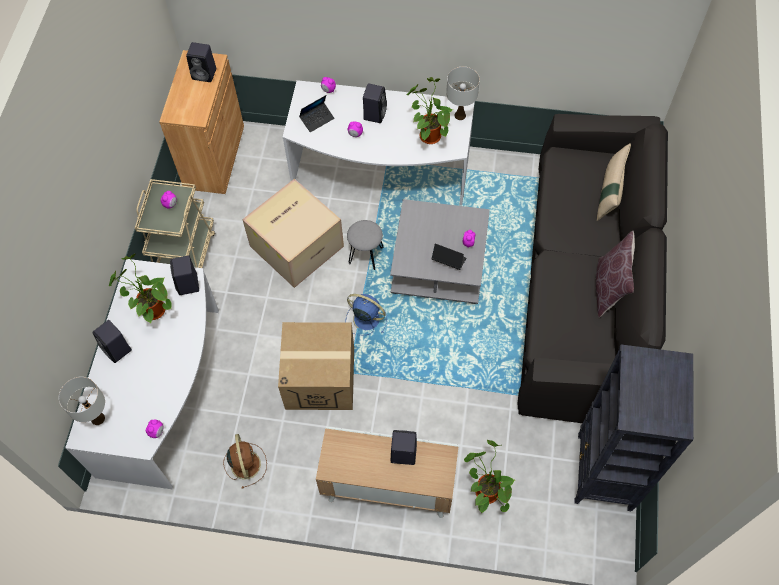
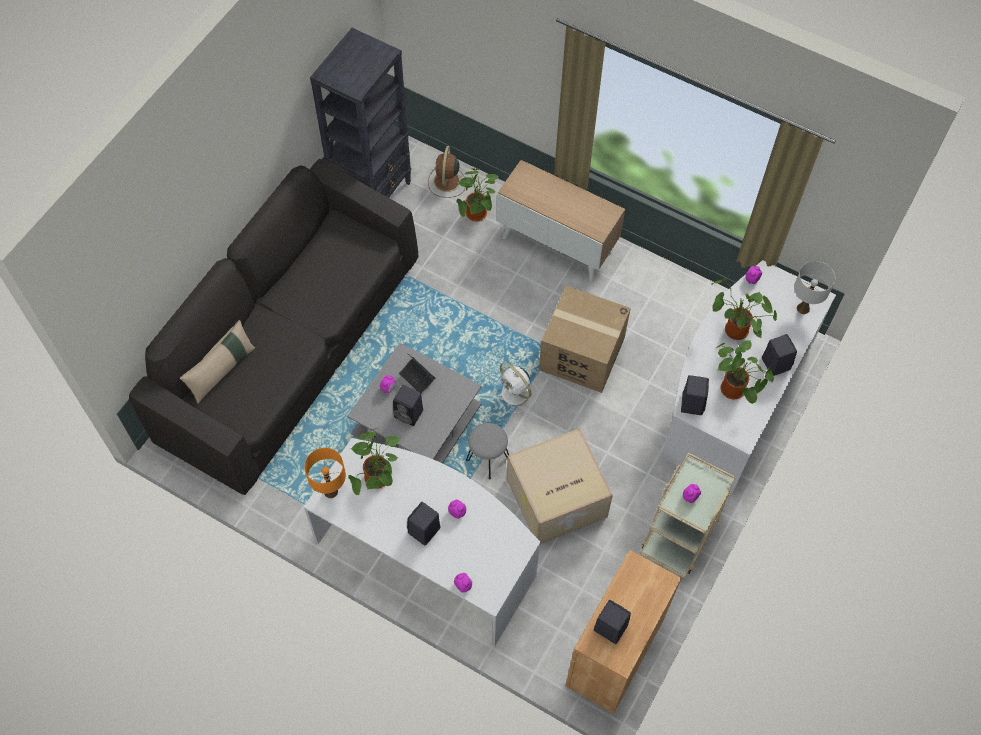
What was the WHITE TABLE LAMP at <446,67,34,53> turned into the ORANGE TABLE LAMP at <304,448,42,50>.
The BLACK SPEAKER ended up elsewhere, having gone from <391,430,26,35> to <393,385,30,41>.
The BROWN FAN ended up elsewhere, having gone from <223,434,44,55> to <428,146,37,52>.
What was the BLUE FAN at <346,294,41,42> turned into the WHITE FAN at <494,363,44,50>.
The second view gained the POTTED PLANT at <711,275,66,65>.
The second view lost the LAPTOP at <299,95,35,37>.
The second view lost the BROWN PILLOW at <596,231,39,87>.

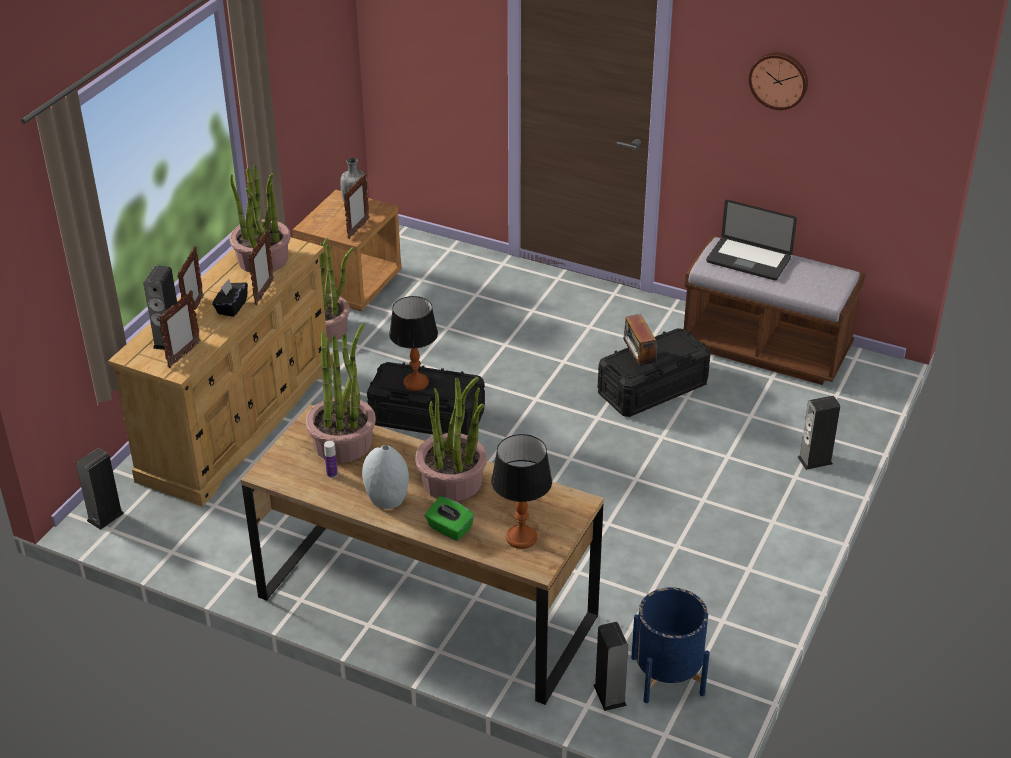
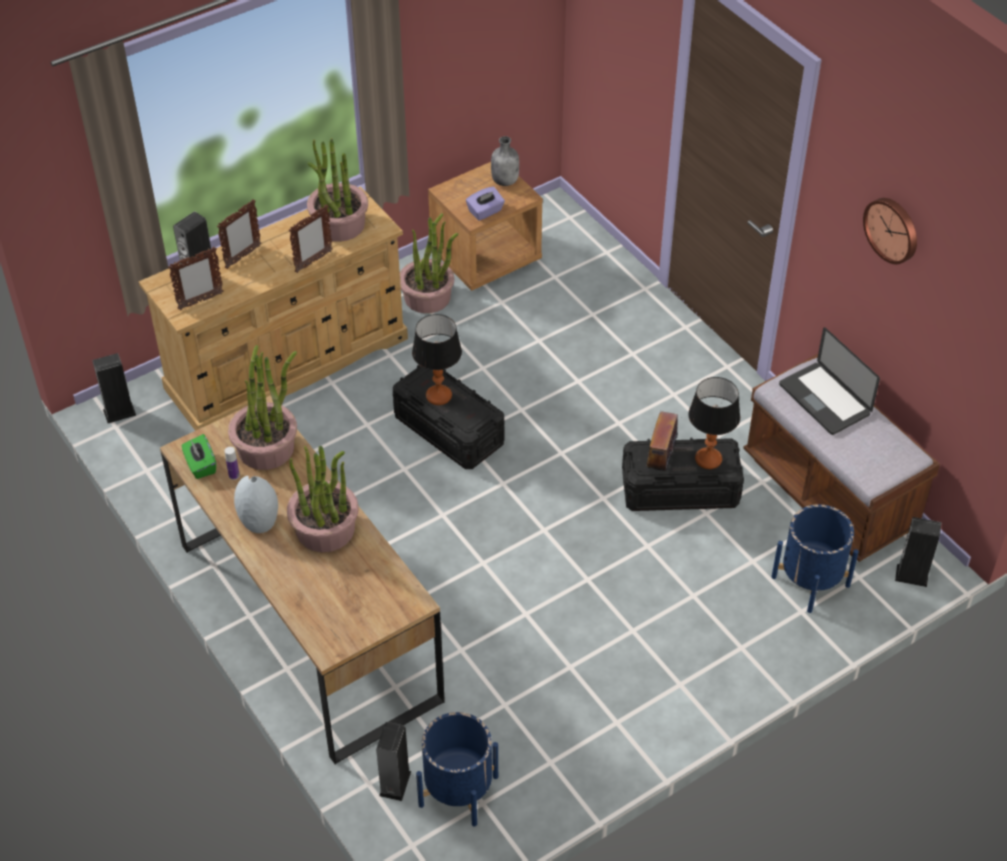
The GREEN TISSUE BOX ended up elsewhere, having gone from <425,496,49,45> to <181,434,35,45>.
Where the PICTURE FRAME stood at <343,173,26,66>, the PURPLE TISSUE BOX came to stand at <466,187,39,34>.
The TABLE LAMP ended up elsewhere, having gone from <491,434,61,115> to <688,377,52,92>.
The second view gained the BLUE PLANTER at <771,504,88,109>.
The SPEAKER ended up elsewhere, having gone from <798,396,42,74> to <895,517,46,70>.
The second view lost the BLACK TISSUE BOX at <212,279,36,38>.

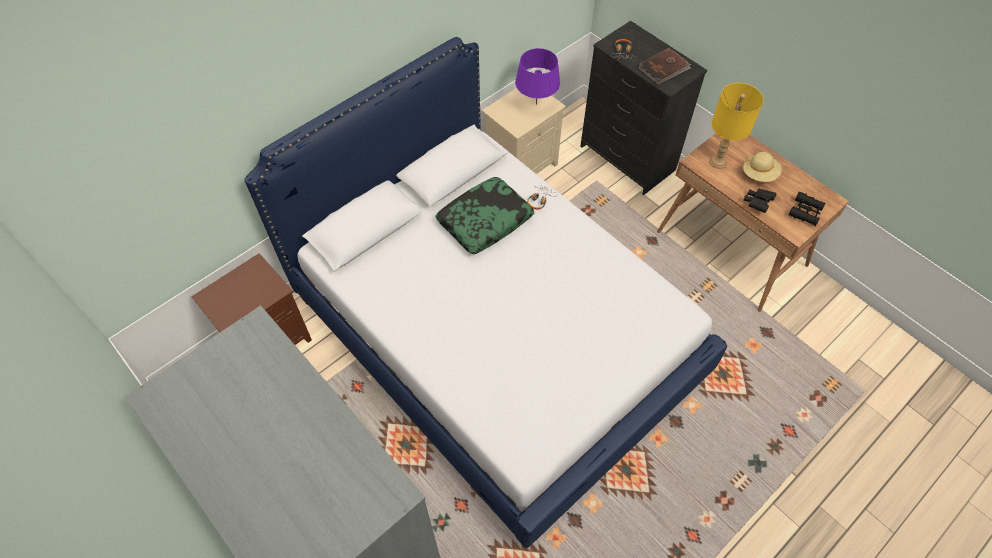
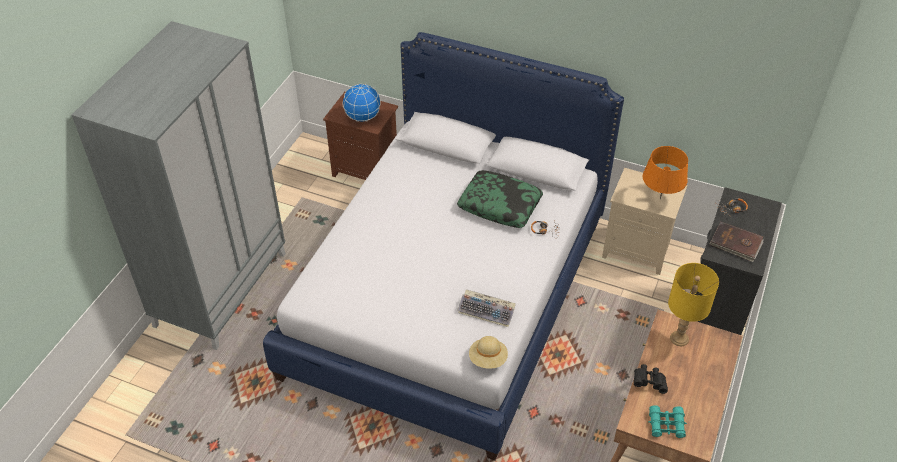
The second view gained the GLOBE at <342,84,39,38>.
The second view gained the KEYBOARD at <457,289,59,38>.
The BEIGE HAT ended up elsewhere, having gone from <743,152,39,30> to <469,336,39,33>.
What was the PURPLE TABLE LAMP at <515,48,45,57> turned into the ORANGE TABLE LAMP at <643,146,45,53>.
What was the BLACK BINOCULARS at <789,192,36,34> turned into the TURQUOISE BINOCULARS at <648,405,39,33>.

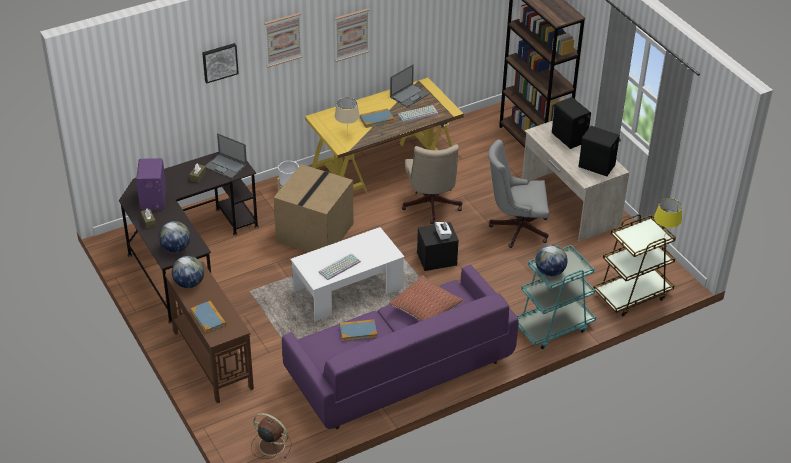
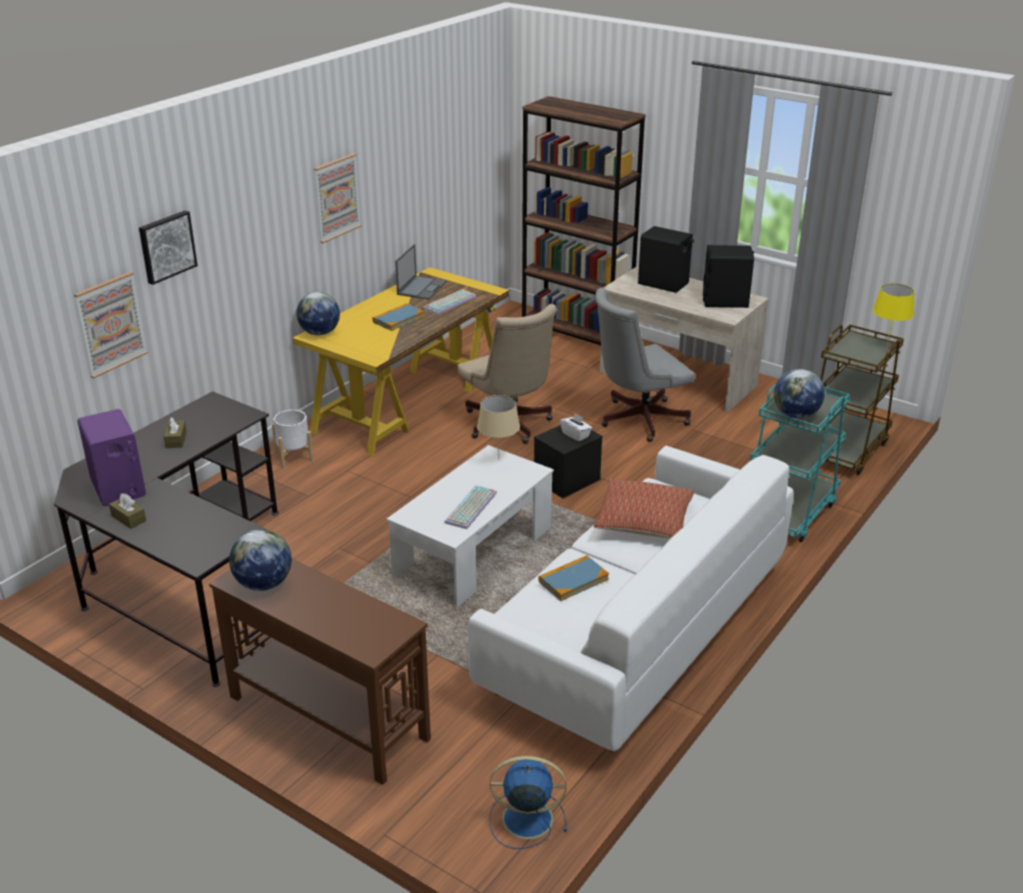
The PICTURE ended up elsewhere, having gone from <264,13,39,55> to <74,271,74,107>.
The GLOBE ended up elsewhere, having gone from <159,221,31,32> to <296,292,44,43>.
What was the PURPLE SOFA at <282,264,236,165> turned into the WHITE SOFA at <468,446,325,306>.
The BEIGE TABLE LAMP ended up elsewhere, having gone from <335,97,25,37> to <477,395,43,65>.
What was the BROWN FAN at <251,413,41,46> turned into the BLUE FAN at <489,756,78,93>.
The second view lost the BOOK at <191,301,35,32>.
The second view lost the LAPTOP at <205,133,42,46>.
The second view lost the CARDBOARD BOX at <274,164,79,88>.

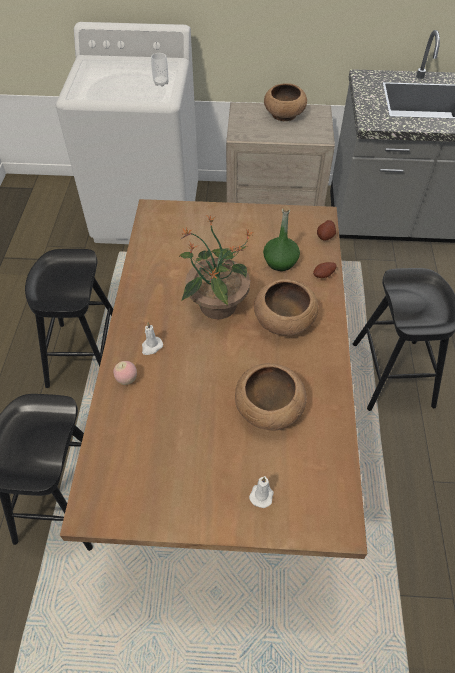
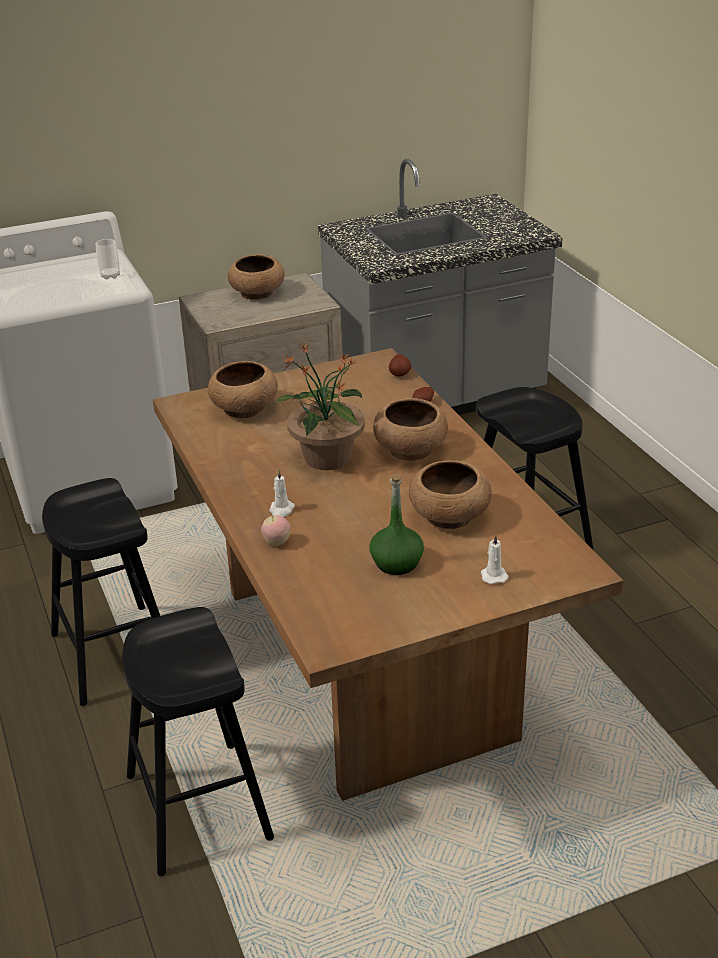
The second view gained the BROWN BOWL at <208,361,70,57>.
The GREEN BOTTLE ended up elsewhere, having gone from <263,206,37,65> to <370,474,54,101>.

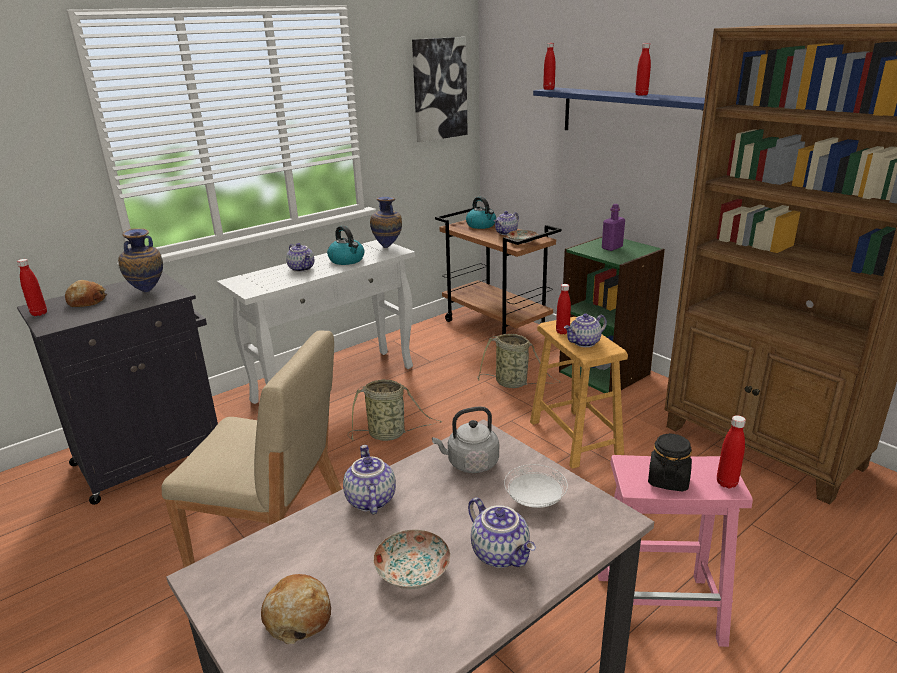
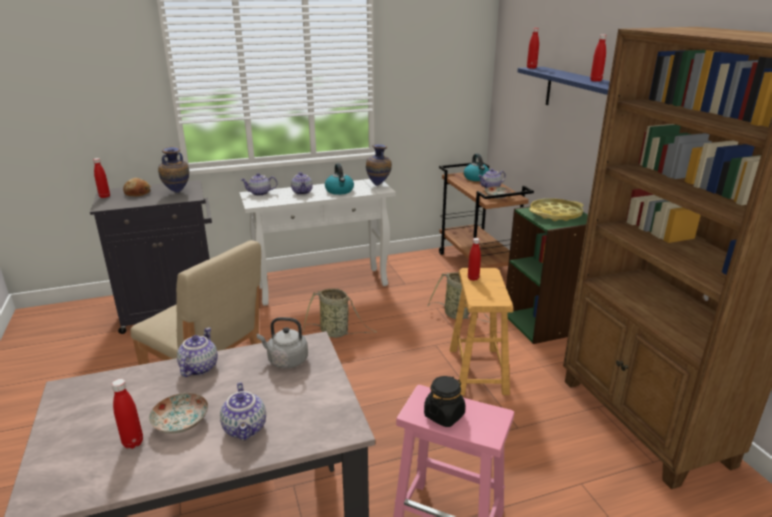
The RED BOTTLE ended up elsewhere, having gone from <717,415,29,74> to <111,379,32,70>.
The TEAPOT ended up elsewhere, having gone from <564,314,43,33> to <240,173,37,23>.
Where the PURPLE BOTTLE stood at <602,204,23,47>, the YELLOW TRAY came to stand at <529,198,55,23>.
The second view lost the BREAD at <261,574,70,70>.
The second view lost the PICTURE at <412,37,56,105>.
The second view lost the WHITE PLATE at <504,464,64,44>.

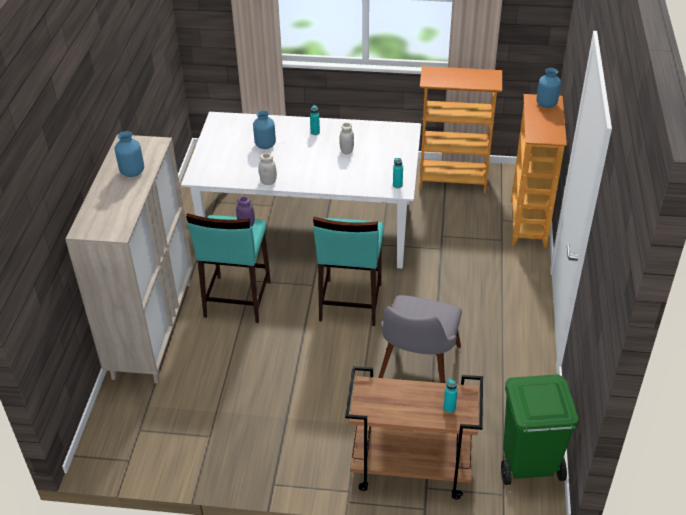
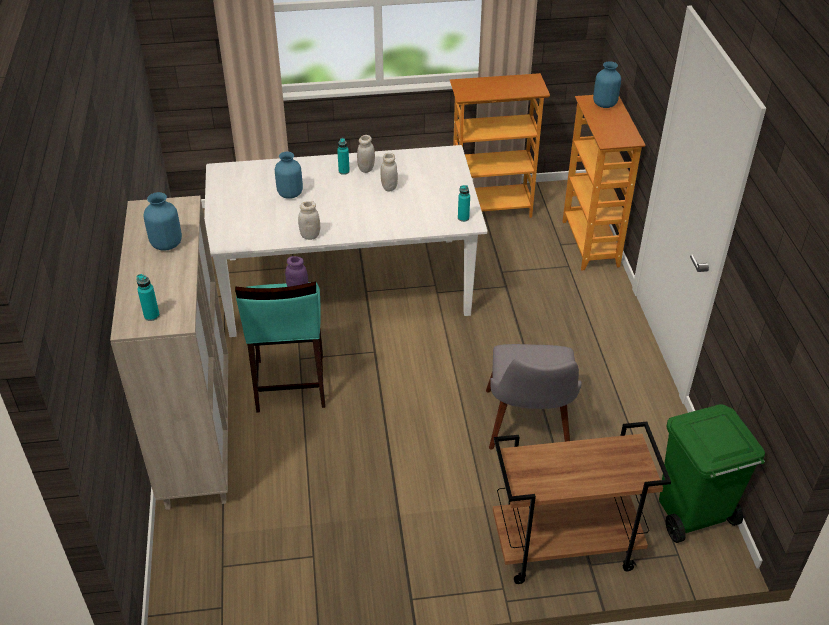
The TURQUOISE BOTTLE ended up elsewhere, having gone from <443,378,15,35> to <136,274,24,47>.
The second view gained the WHITE JAR at <357,135,18,38>.
The second view lost the TURQUOISE STOOL at <313,217,71,109>.

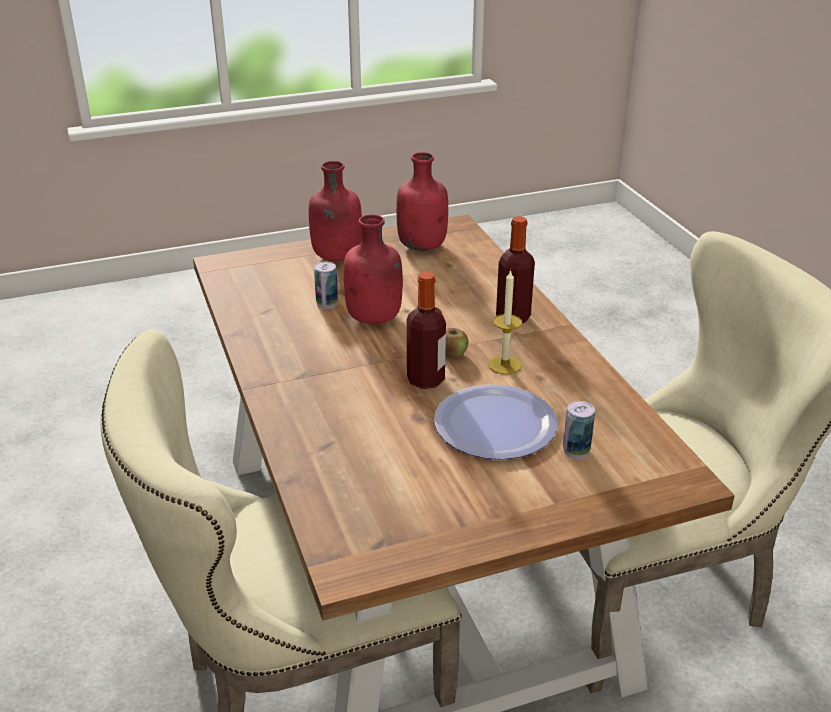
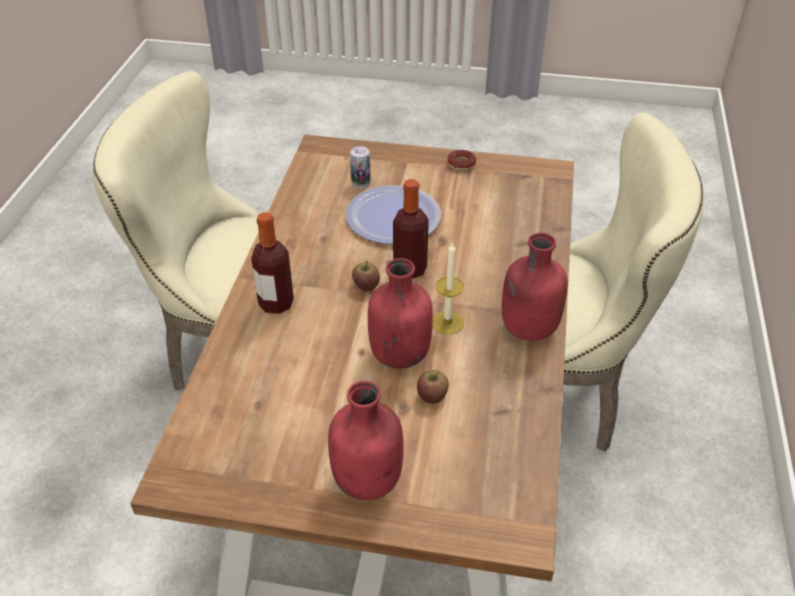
Where the CAN stood at <314,262,24,47>, the APPLE came to stand at <417,370,32,34>.
The CANDLE ended up elsewhere, having gone from <488,270,34,105> to <433,242,31,92>.
The second view gained the DONUT at <447,150,29,21>.
The RED BOTTLE ended up elsewhere, having gone from <396,152,52,99> to <502,233,66,108>.

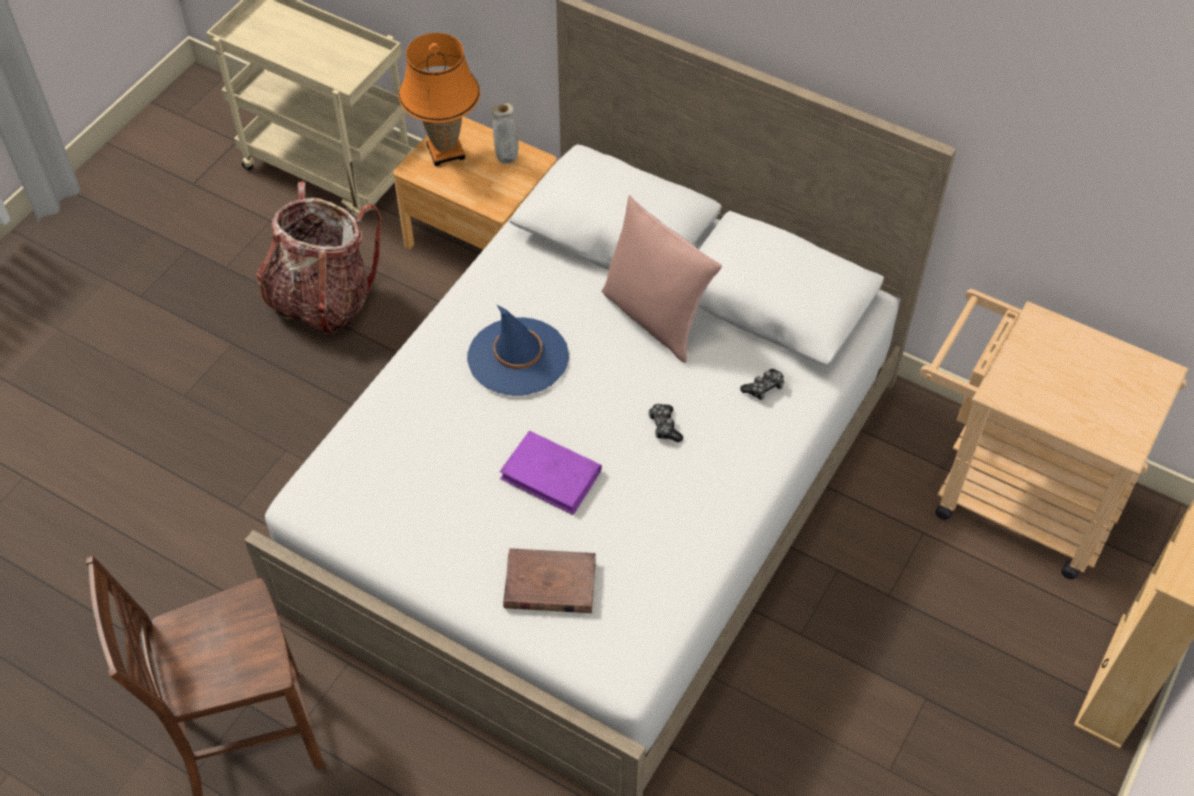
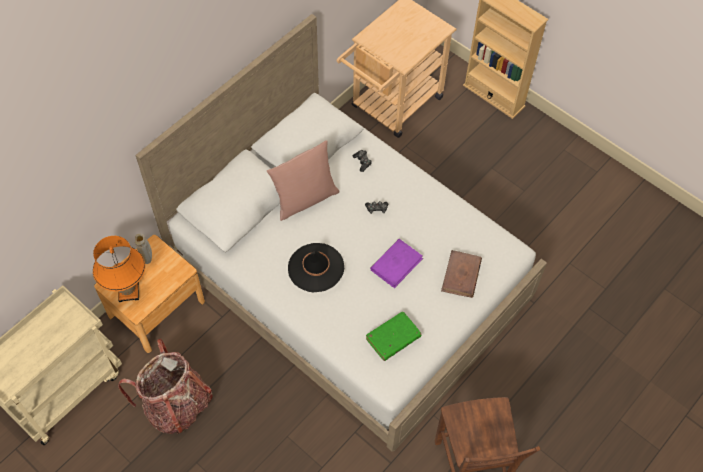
What was the BLUE HAT at <467,304,102,92> turned into the BLACK HAT at <288,243,56,49>.
The second view gained the GREEN BOOK at <366,312,56,49>.

